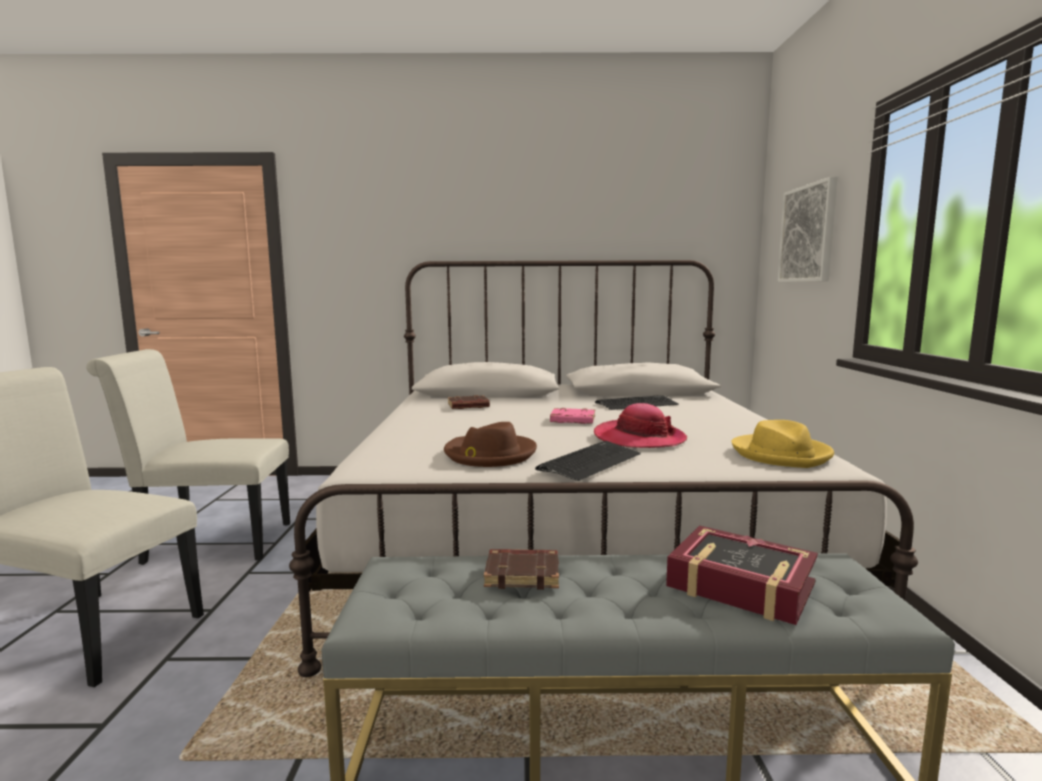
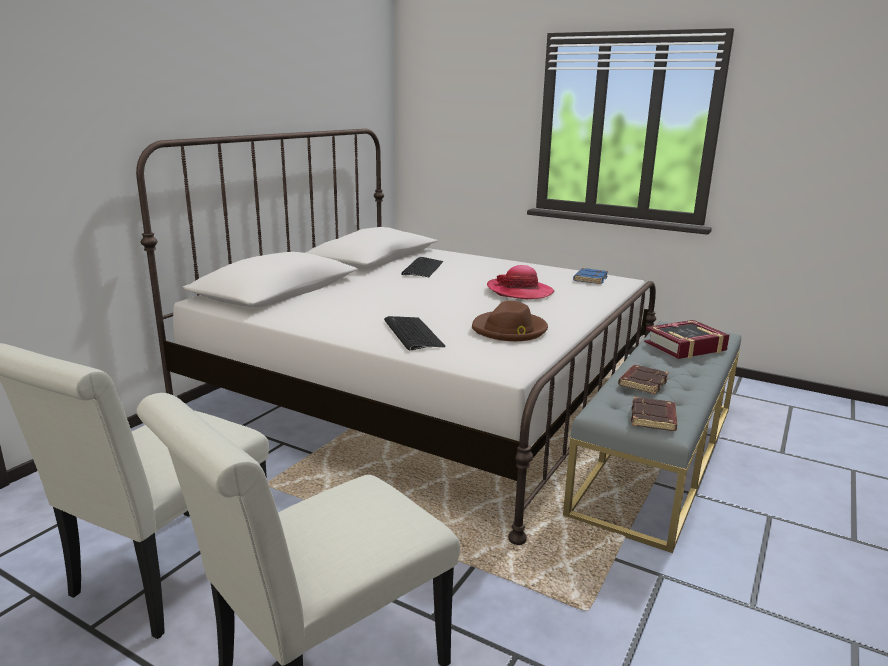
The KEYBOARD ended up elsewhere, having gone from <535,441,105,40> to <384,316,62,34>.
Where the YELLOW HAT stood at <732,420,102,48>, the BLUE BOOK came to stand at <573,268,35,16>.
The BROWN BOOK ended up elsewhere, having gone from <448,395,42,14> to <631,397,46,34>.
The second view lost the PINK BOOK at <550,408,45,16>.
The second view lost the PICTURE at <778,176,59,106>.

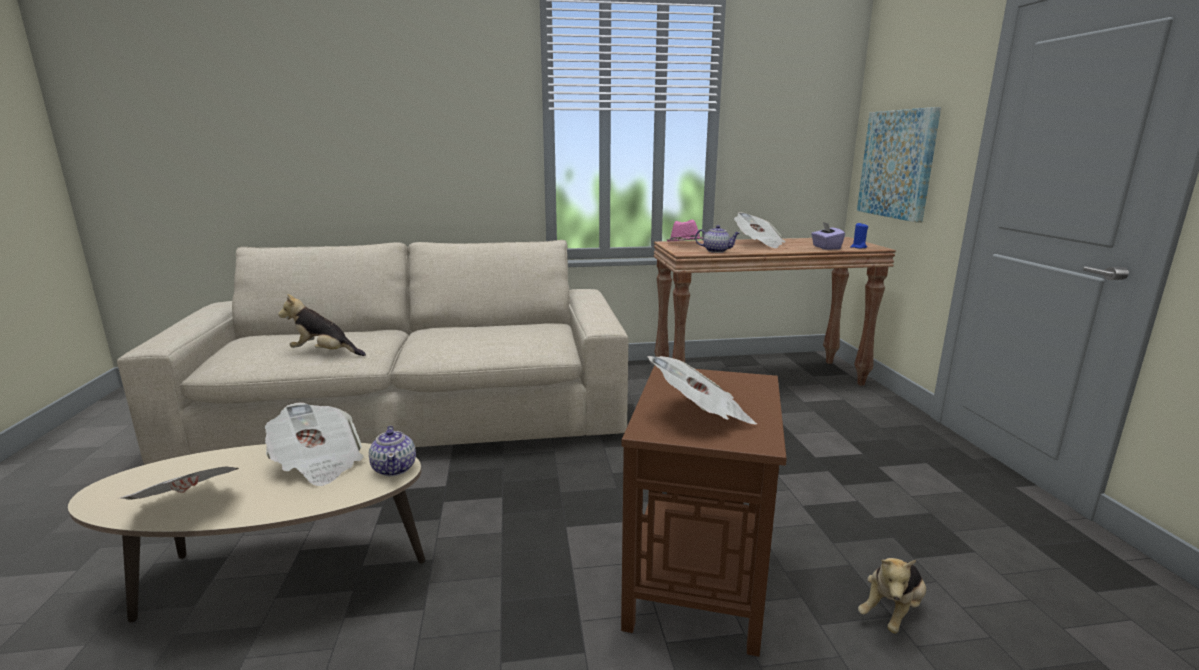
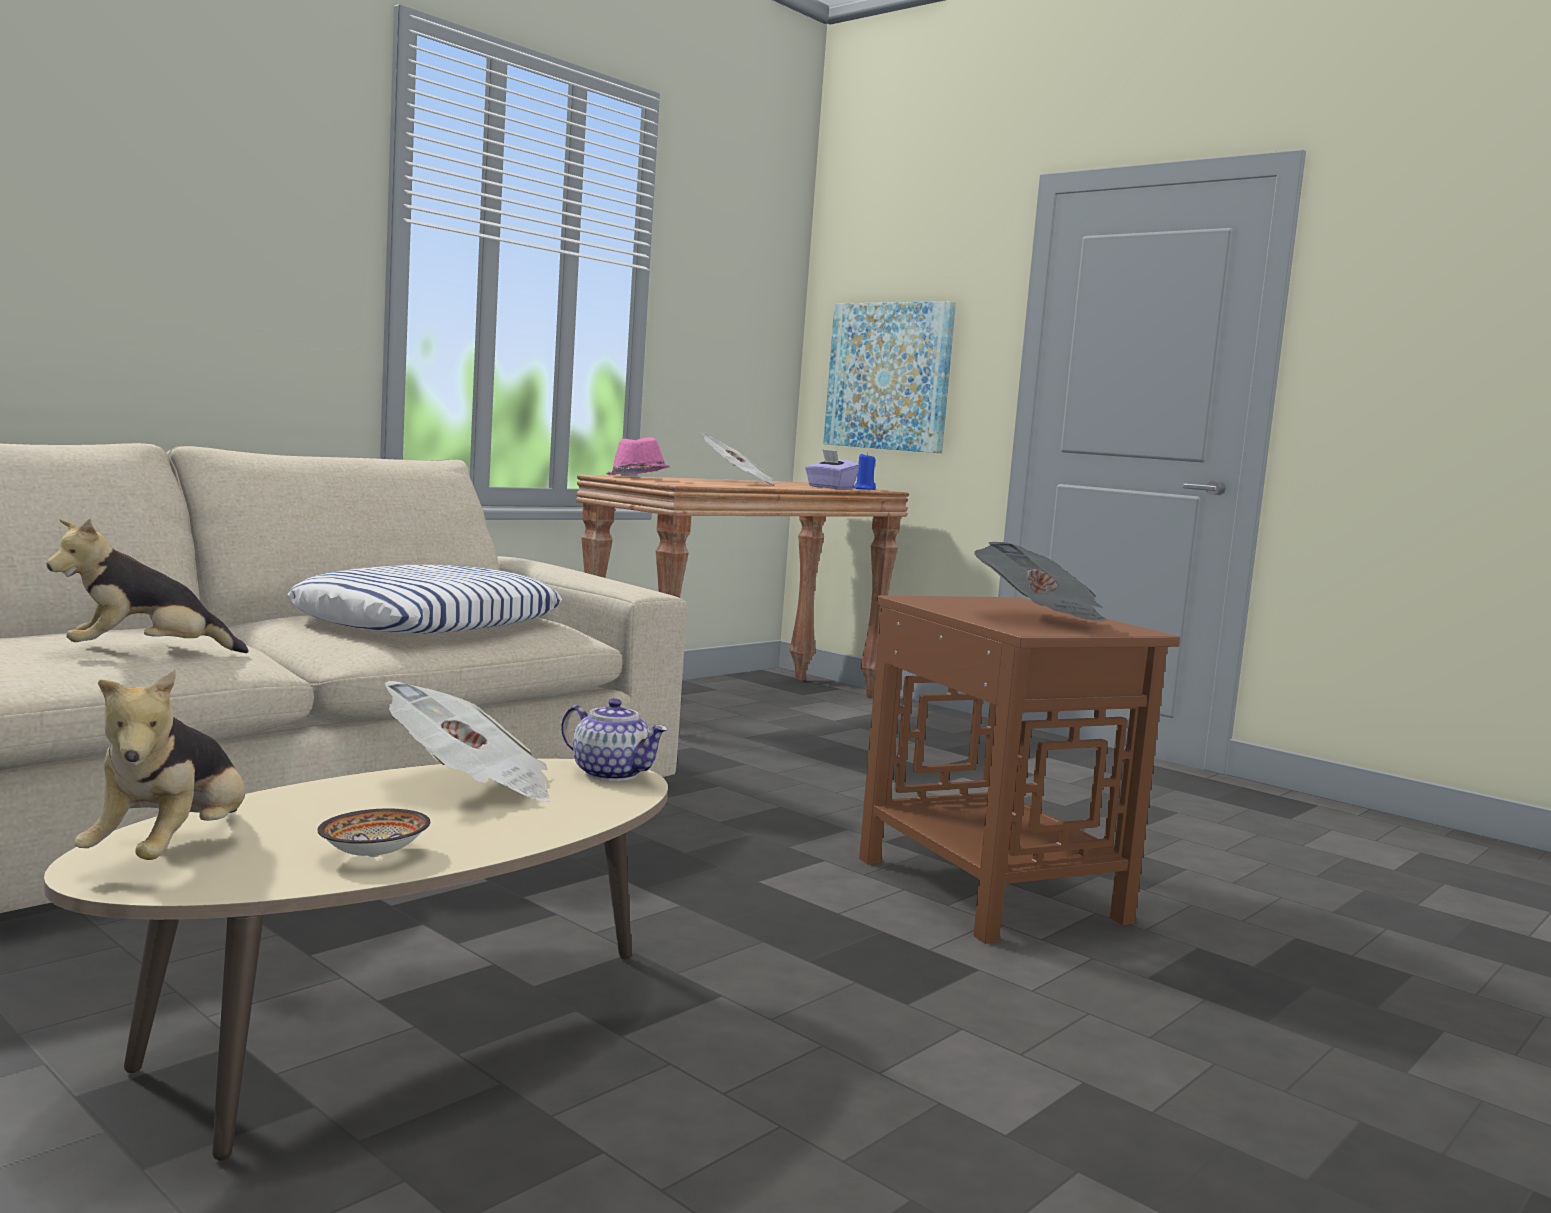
The PLUSH TOY ended up elsewhere, having gone from <858,558,68,76> to <74,670,171,190>.
The second view gained the PILLOW at <287,565,275,69>.
Where the NEWSPAPER stood at <120,466,119,34>, the BOWL came to stand at <317,808,113,49>.
The second view lost the TEAPOT at <695,225,45,28>.

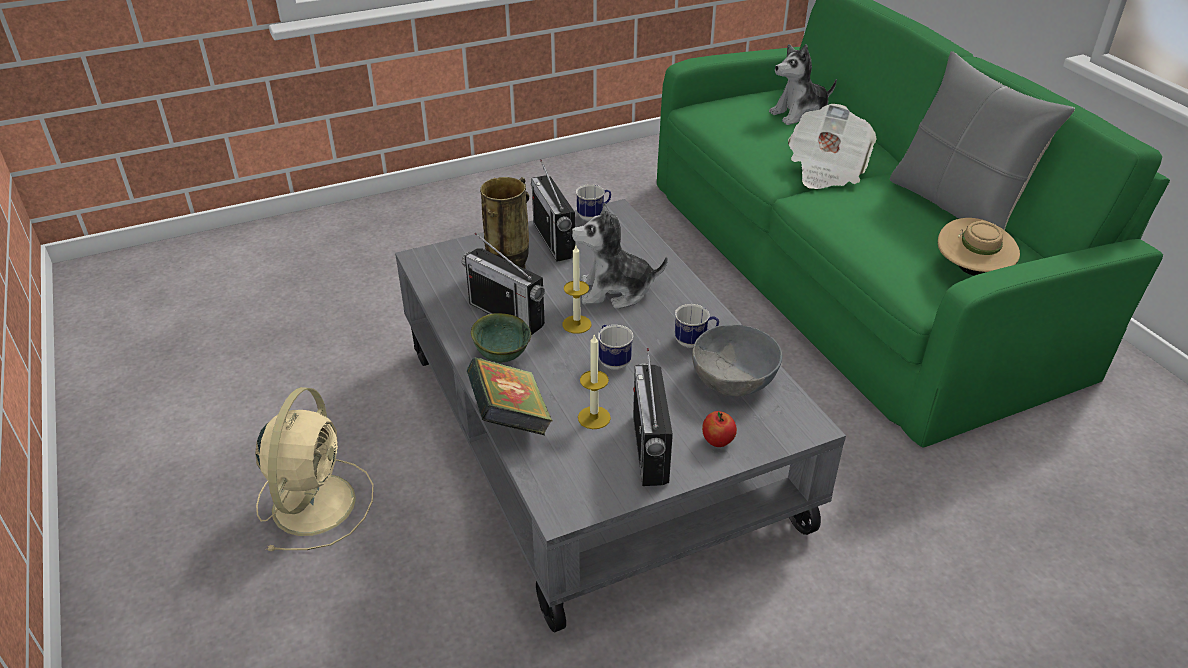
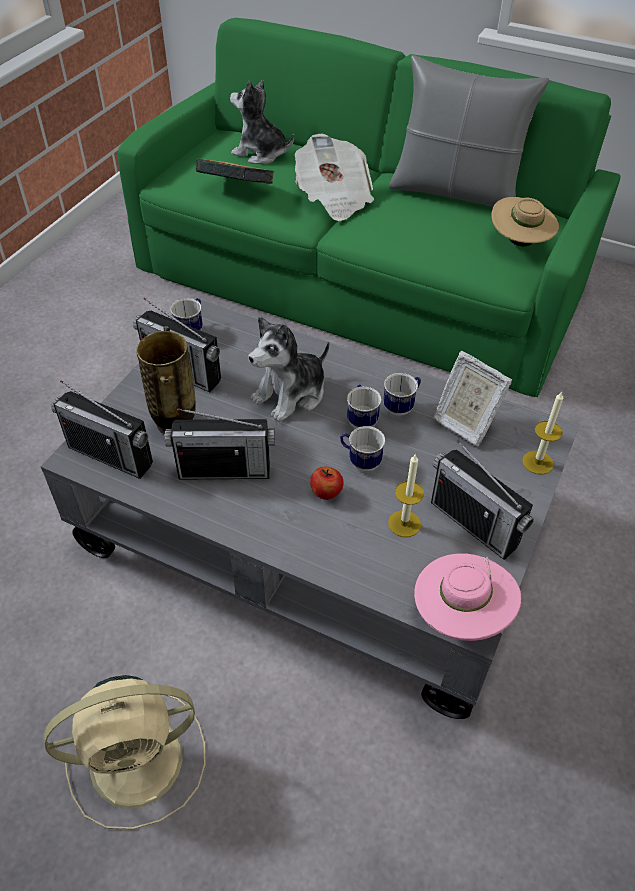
The BEIGE FAN at <255,387,119,164> ended up facing another way, 105 degrees clockwise from before.
The second view gained the RADIO at <51,381,102,98>.
The BOOK ended up elsewhere, having gone from <467,357,85,78> to <196,158,78,26>.
The PLUSH TOY at <769,44,68,81> ended up facing another way, 90 degrees clockwise from before.
The APPLE ended up elsewhere, having gone from <702,411,35,36> to <310,467,34,33>.
The second view gained the MUG at <347,384,34,44>.
The second view gained the PINK HAT at <414,553,107,88>.
Where the GREY BOWL stood at <692,324,91,72>, the PICTURE FRAME came to stand at <433,351,79,95>.
The CANDLE ended up elsewhere, having gone from <562,246,29,88> to <522,392,41,83>.
The second view lost the GREEN BOWL at <471,313,60,50>.

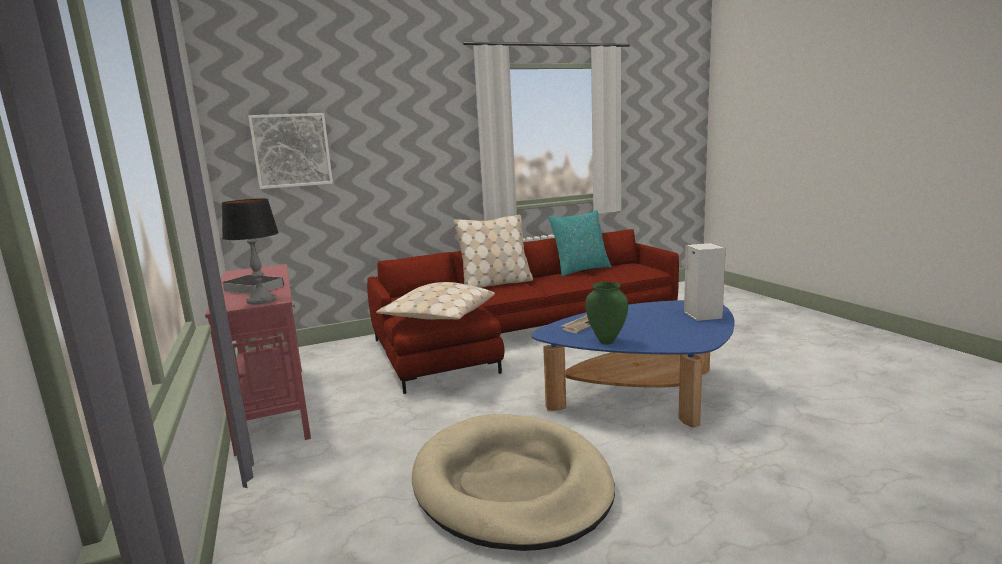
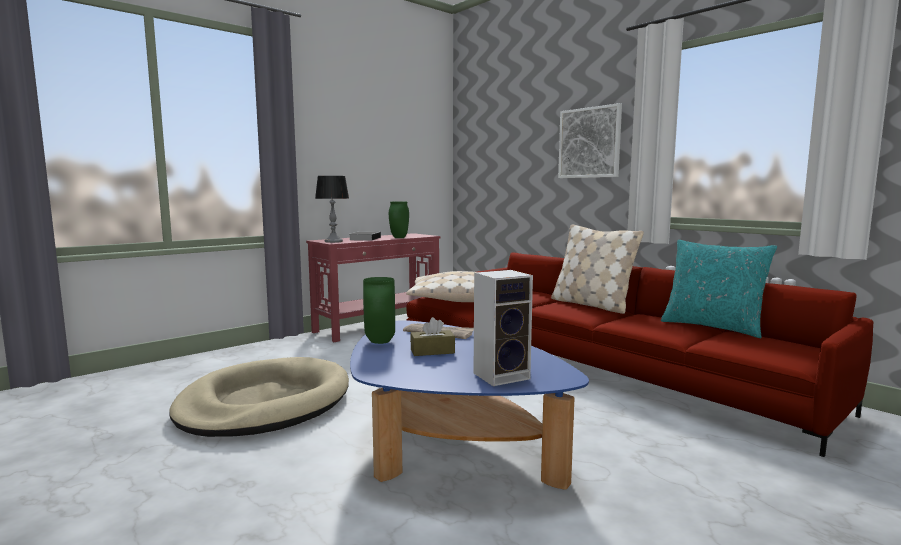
The second view gained the GREEN VASE at <389,202,20,36>.
The second view gained the BROWN TISSUE BOX at <410,317,45,39>.
The PICTURE ended up elsewhere, having gone from <248,113,85,76> to <558,103,64,75>.

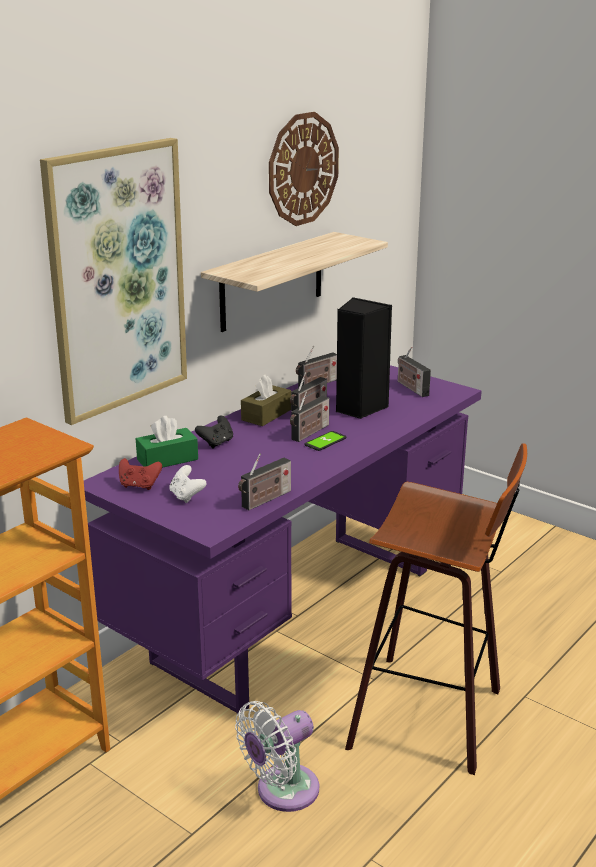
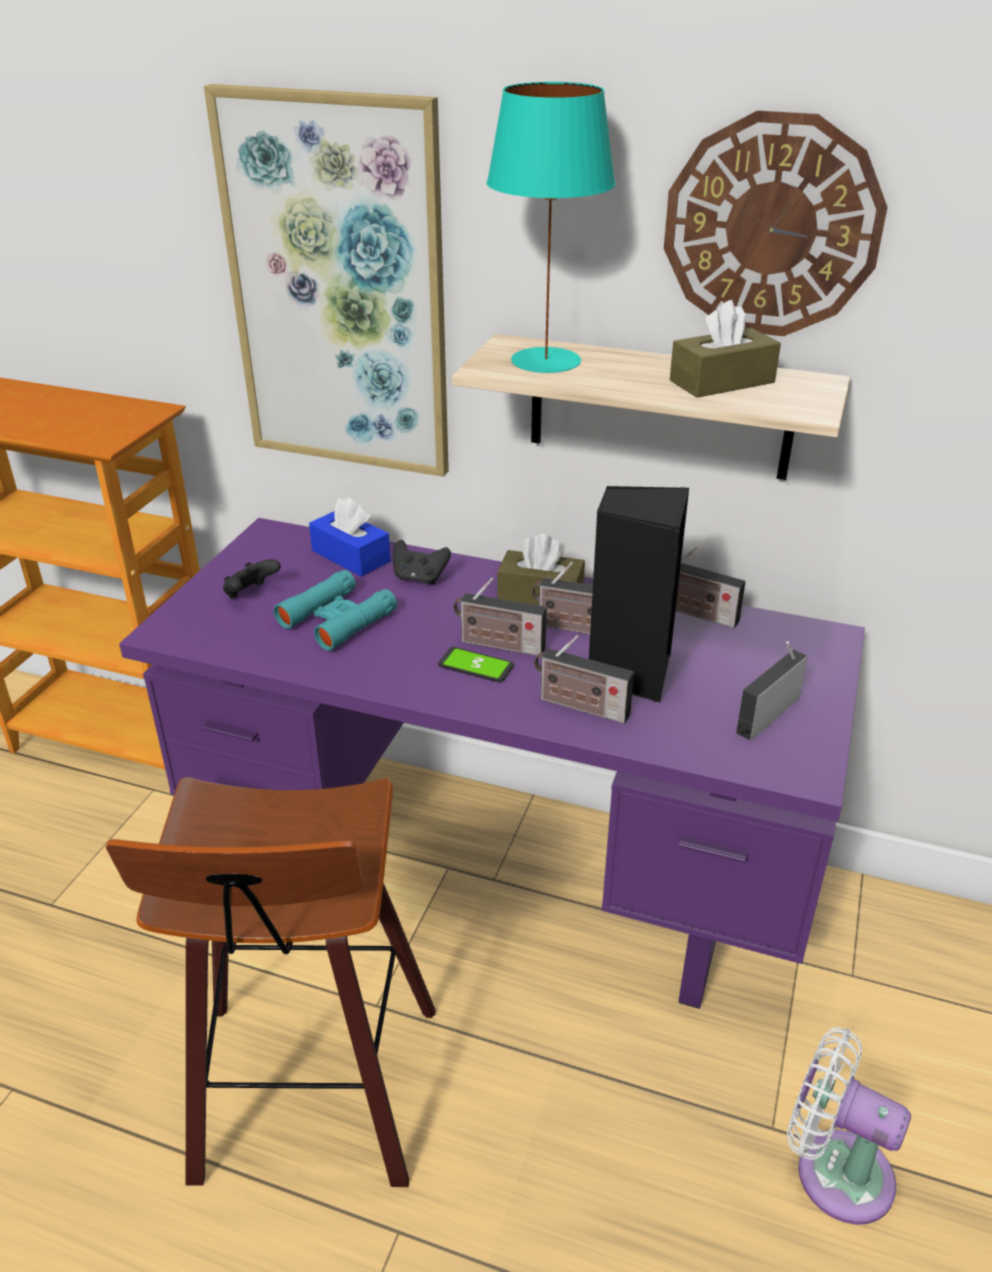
What was the WHITE GAME CONTROLLER at <169,465,38,38> turned into the BLACK GAME CONTROLLER at <223,559,58,39>.
The second view gained the TURQUOISE BINOCULARS at <273,570,124,81>.
What was the GREEN TISSUE BOX at <136,416,62,52> turned into the BLUE TISSUE BOX at <309,498,82,79>.
The second view gained the TURQUOISE TABLE LAMP at <487,82,129,291>.
The RADIO ended up elsewhere, having gone from <238,453,53,57> to <534,635,100,89>.
The second view gained the BROWN TISSUE BOX at <670,300,111,98>.
The WHITE FAN ended up elsewhere, having gone from <235,701,84,111> to <787,1027,124,198>.
The second view lost the RED GAME CONTROLLER at <119,458,43,32>.

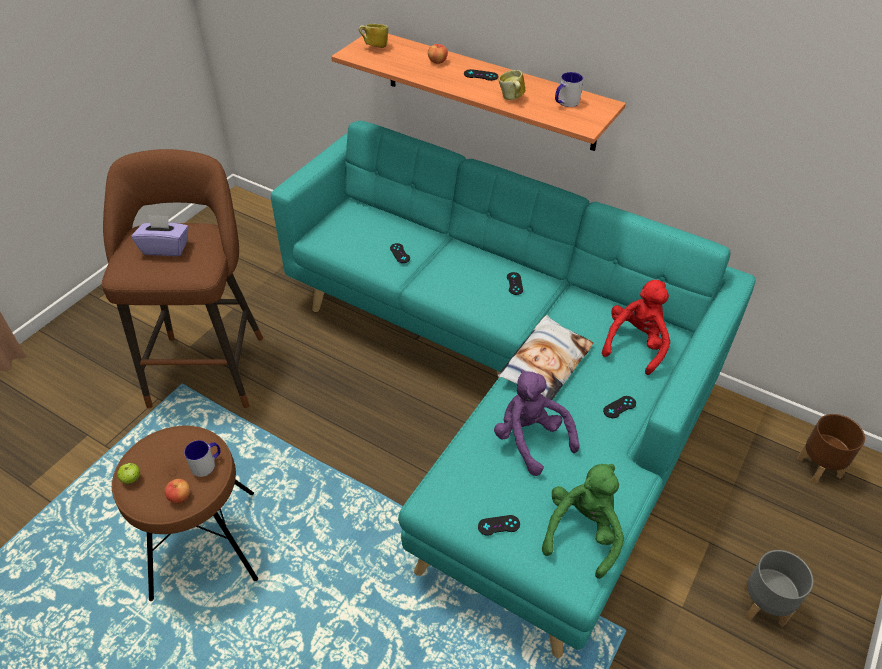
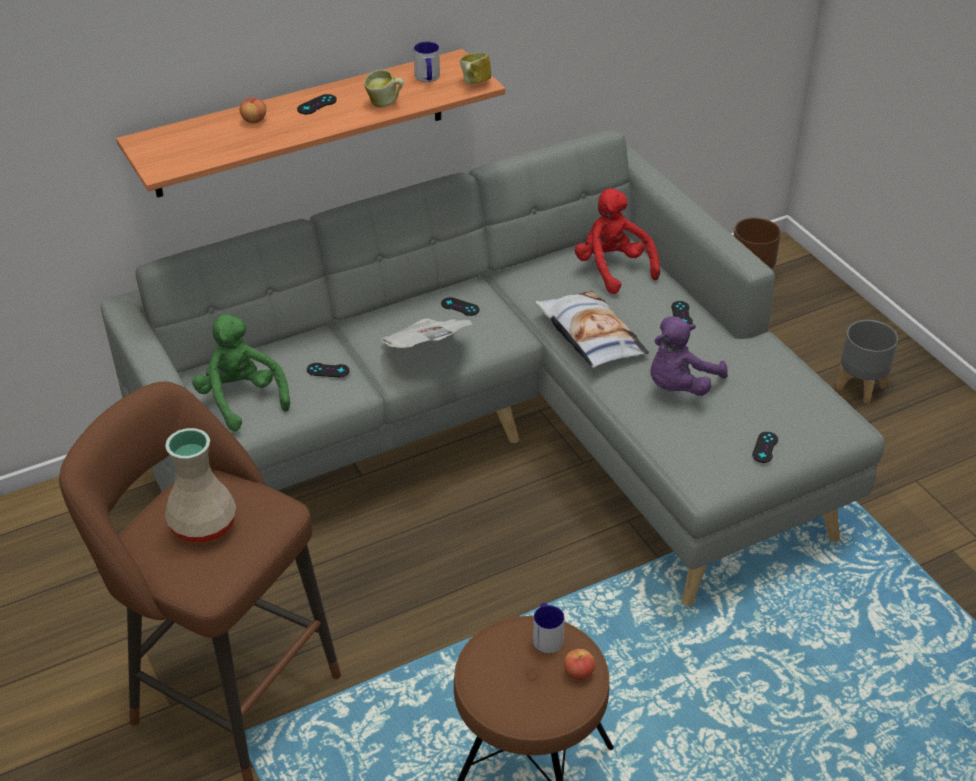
What was the TURQUOISE SOFA at <271,121,485,537> turned into the GREY SOFA at <101,130,784,476>.
Where the PURPLE TISSUE BOX stood at <131,215,58,41>, the BEIGE VASE came to stand at <165,428,71,115>.
The GREEN PLUSH TOY ended up elsewhere, having gone from <542,464,82,115> to <192,314,98,117>.
The second view gained the NEWSPAPER at <380,318,92,30>.
The MUG ended up elsewhere, having gone from <358,24,30,24> to <460,52,31,32>.
The PURPLE PLUSH TOY at <494,370,86,106> ended up facing another way, 45 degrees counterclockwise from before.
The second view lost the APPLE at <117,463,23,21>.

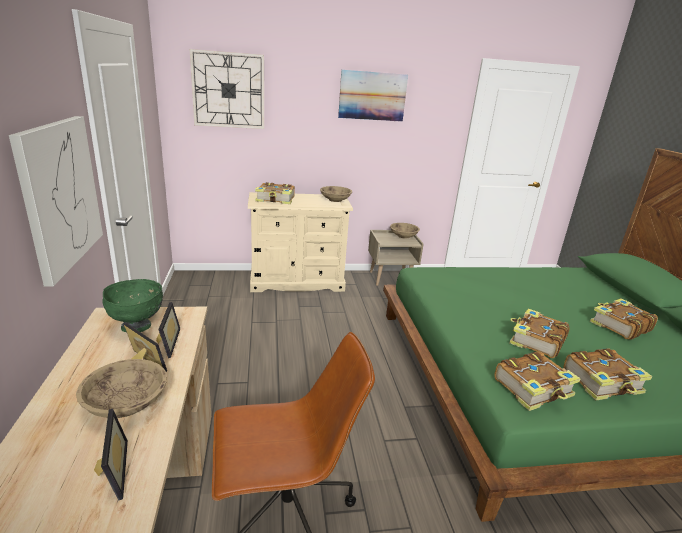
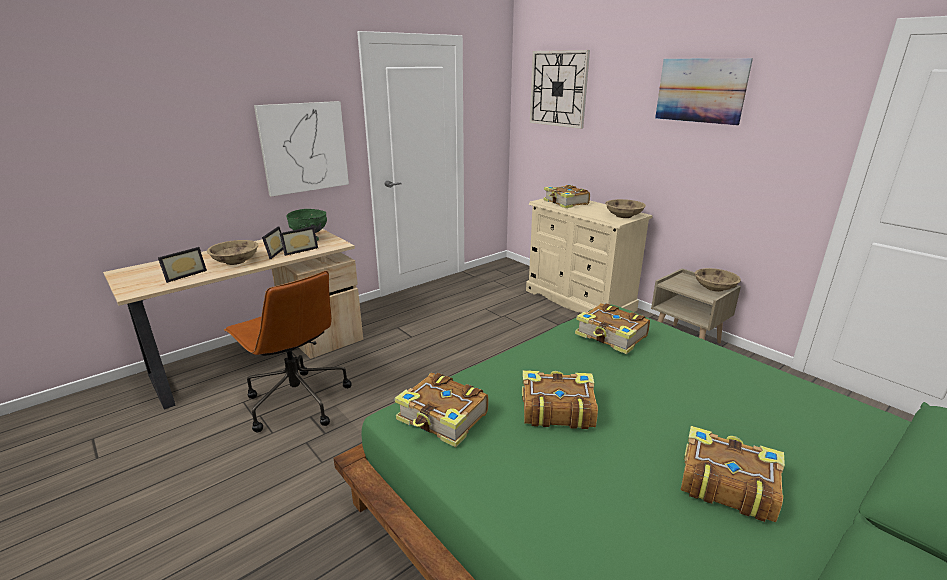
The BOOK ended up elsewhere, having gone from <563,348,89,52> to <575,303,75,51>.

